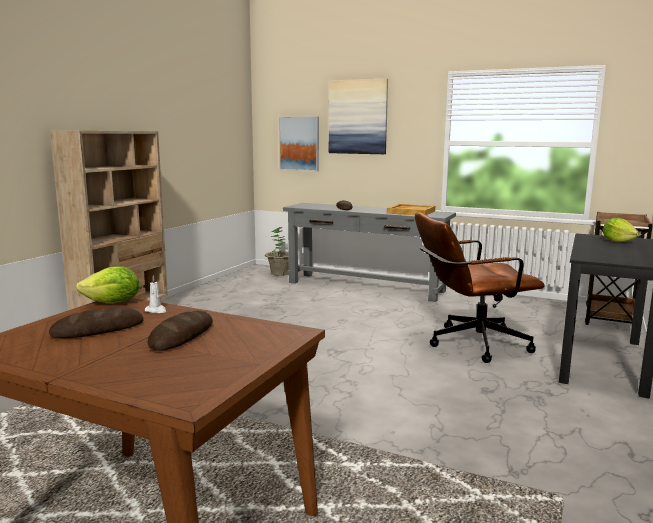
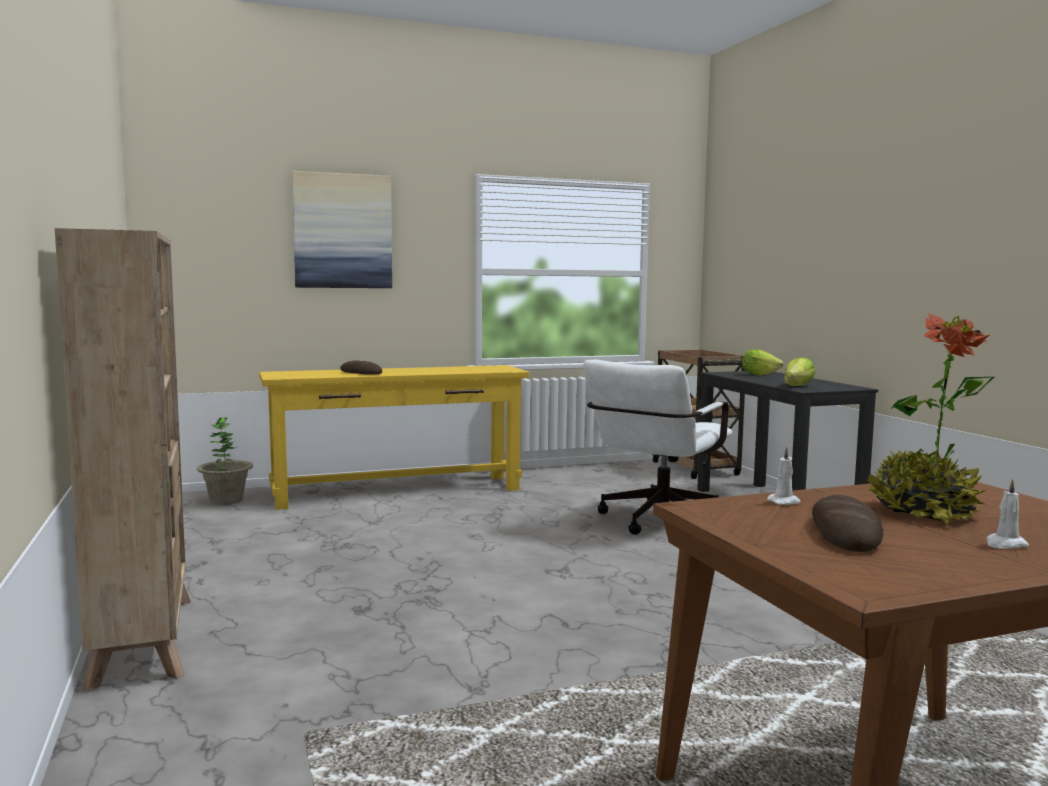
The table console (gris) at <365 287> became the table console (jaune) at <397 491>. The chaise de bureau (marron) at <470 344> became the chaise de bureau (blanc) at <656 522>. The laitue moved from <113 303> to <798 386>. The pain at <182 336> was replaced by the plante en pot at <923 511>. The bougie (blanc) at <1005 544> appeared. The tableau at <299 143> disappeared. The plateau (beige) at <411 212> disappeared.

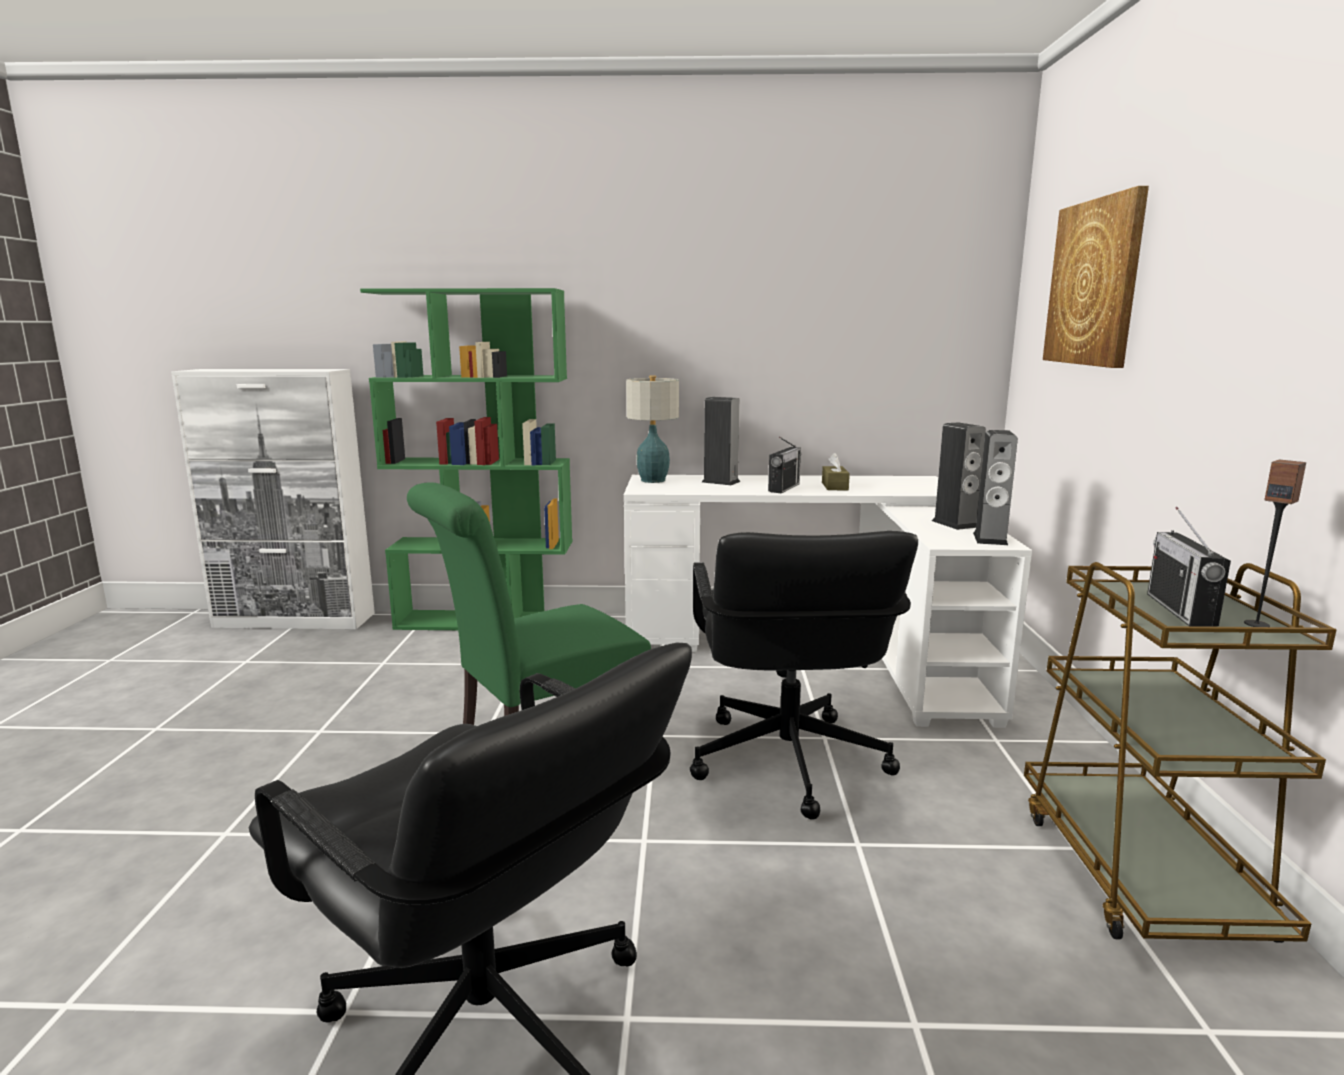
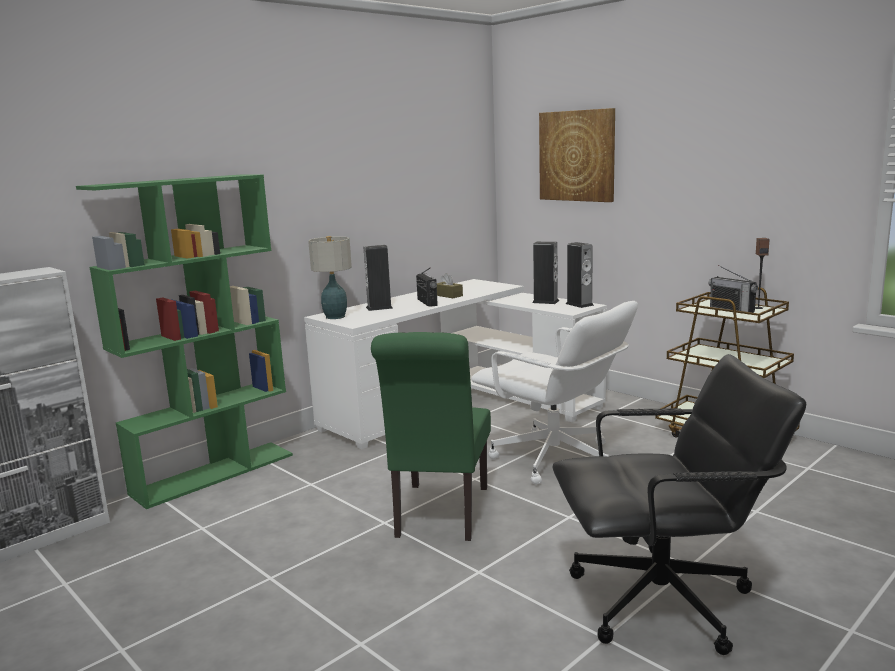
The chaise de bureau (noir) at <786 762> became the chaise de bureau (blanc) at <555 460>.

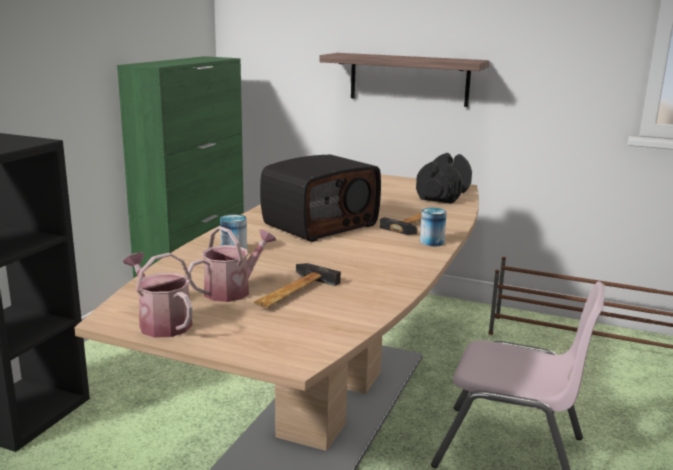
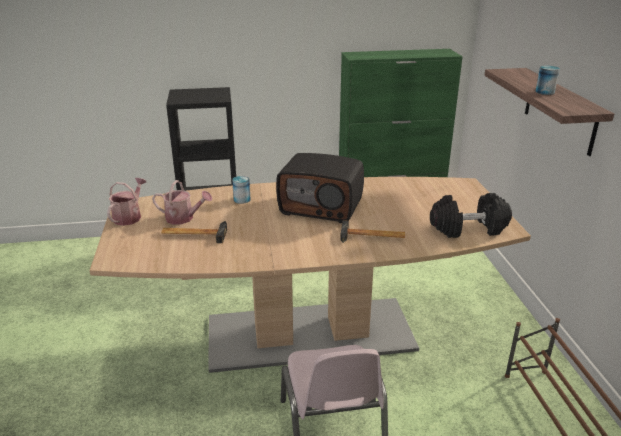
The boîte métallique moved from <432 242> to <544 92>.

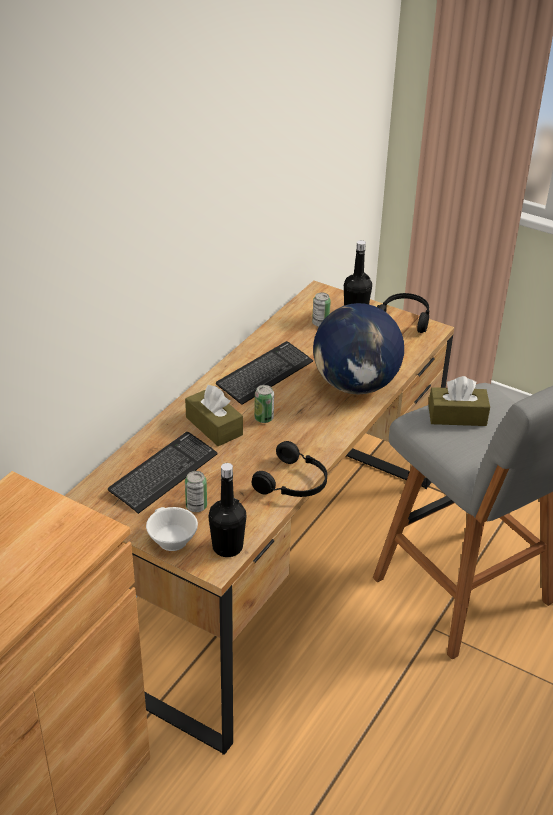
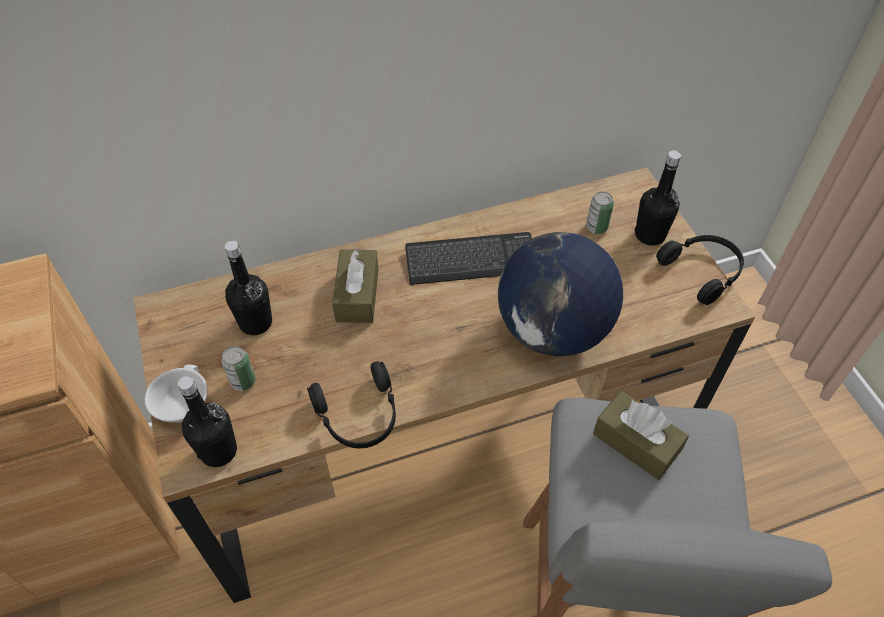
The clavier at <163 474> was replaced by the bouteille (noir) at <256 323>. The boîte métallique at <264 418> disappeared.

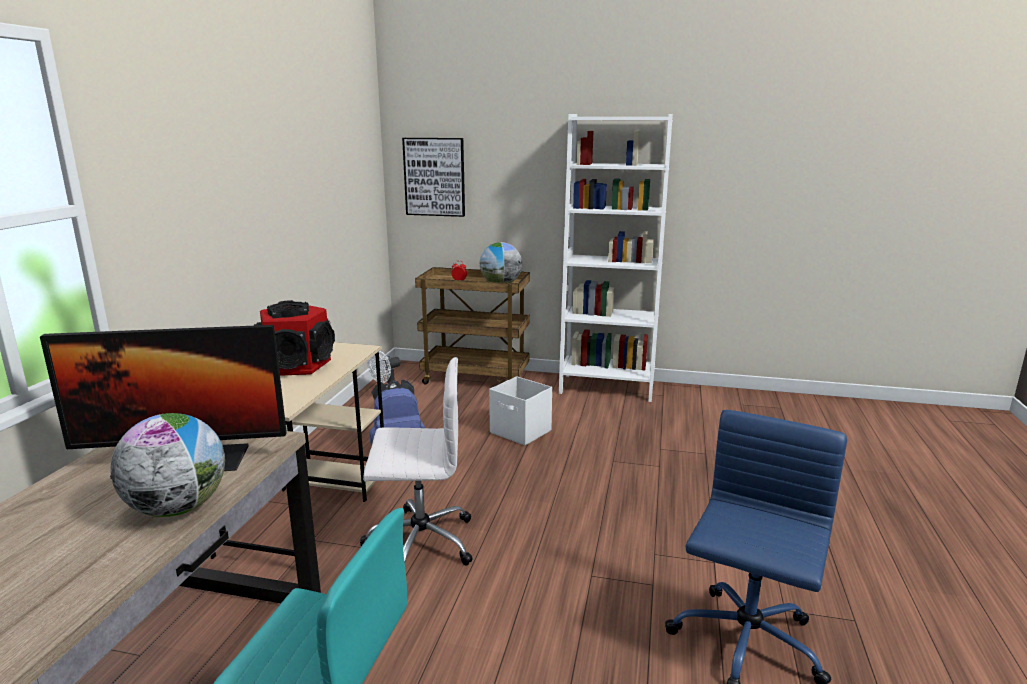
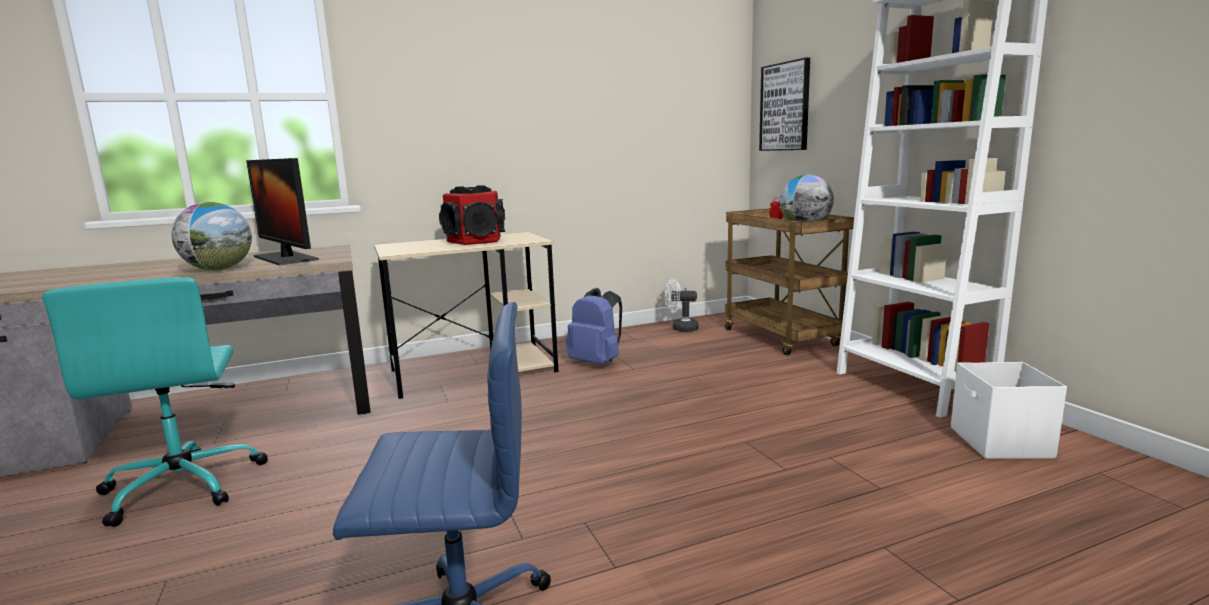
The boîte de rangement (blanc) moved from <521 432> to <1000 443>. The chaise de bureau (blanc) at <419 543> disappeared.

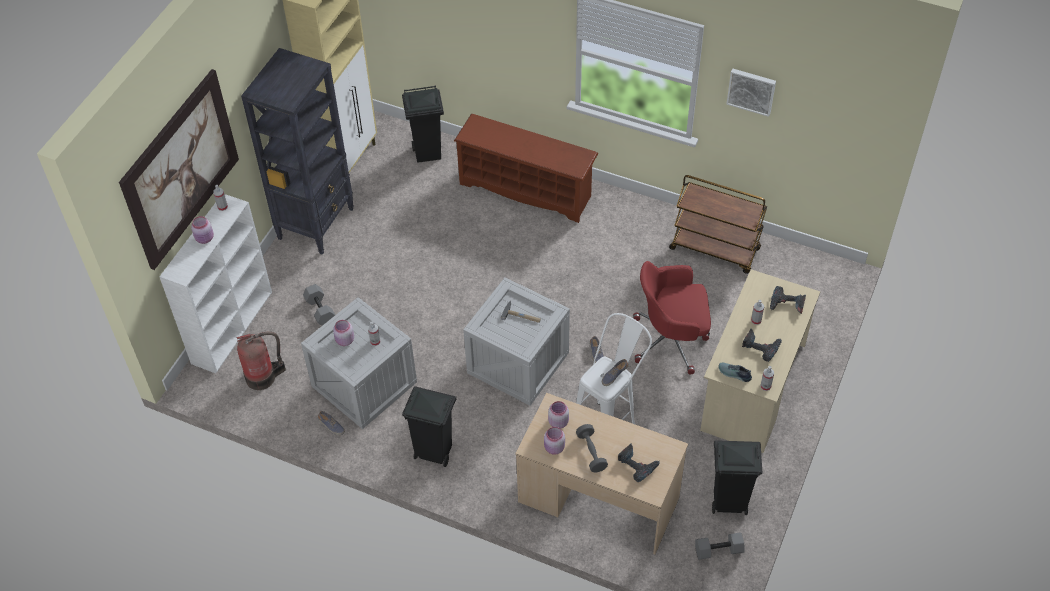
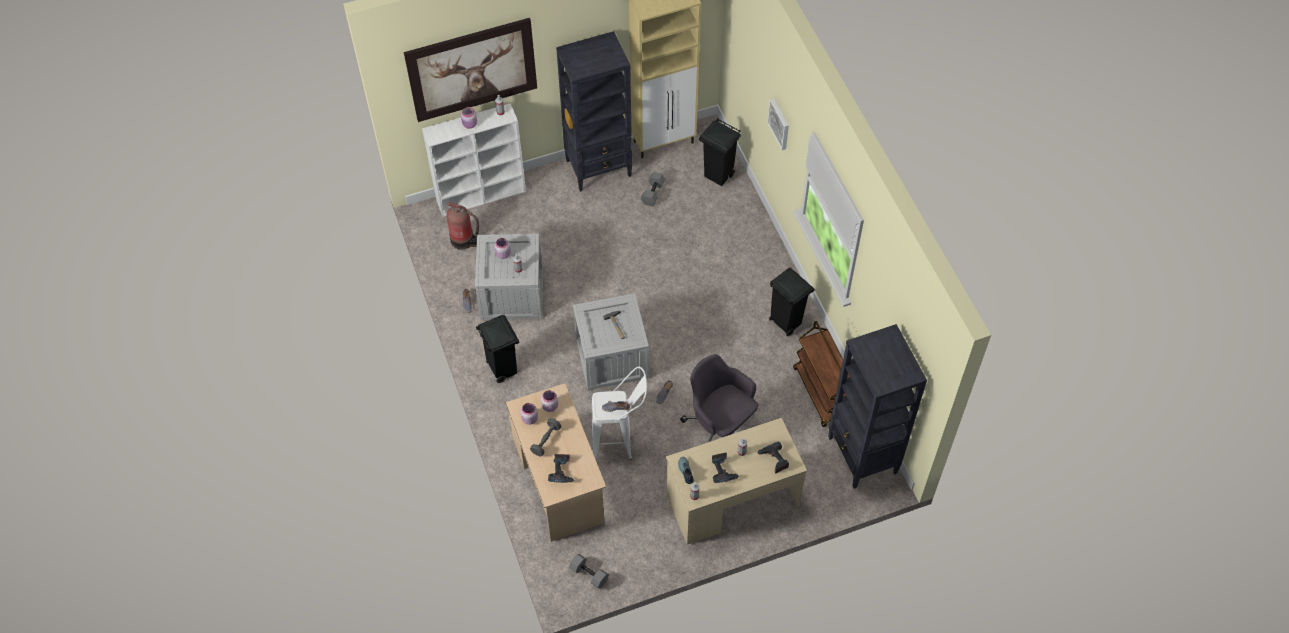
The haltère (gris) moved from <319 310> to <652 193>. The chaise de bureau (rouge) at <671 340> became the chaise de bureau (gris) at <720 426>. The tableau moved from <751 91> to <780 123>. The poubelle (noir) moved from <728 503> to <785 322>. The bibliothèque (noir) at <862 456> appeared. The étagère à chaussures (marron) at <527 189> disappeared.

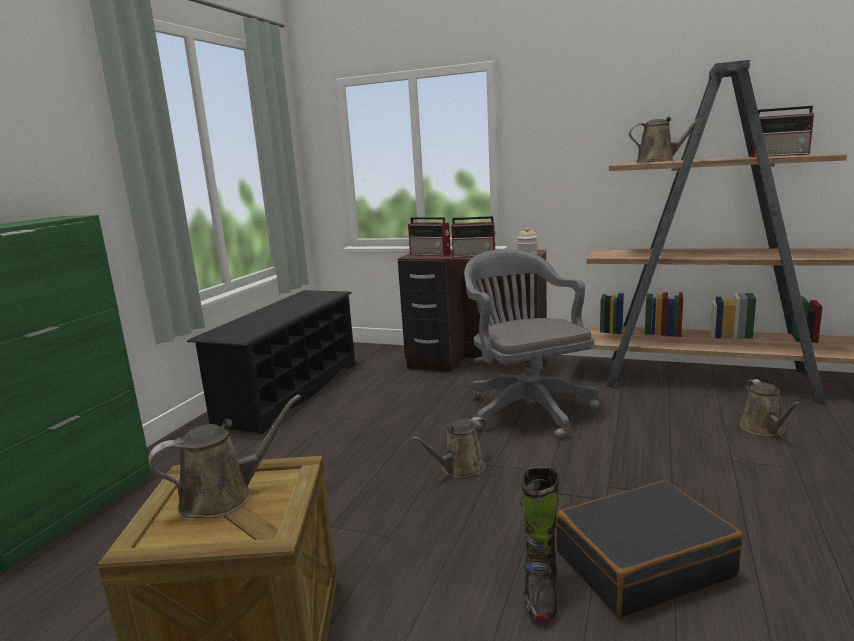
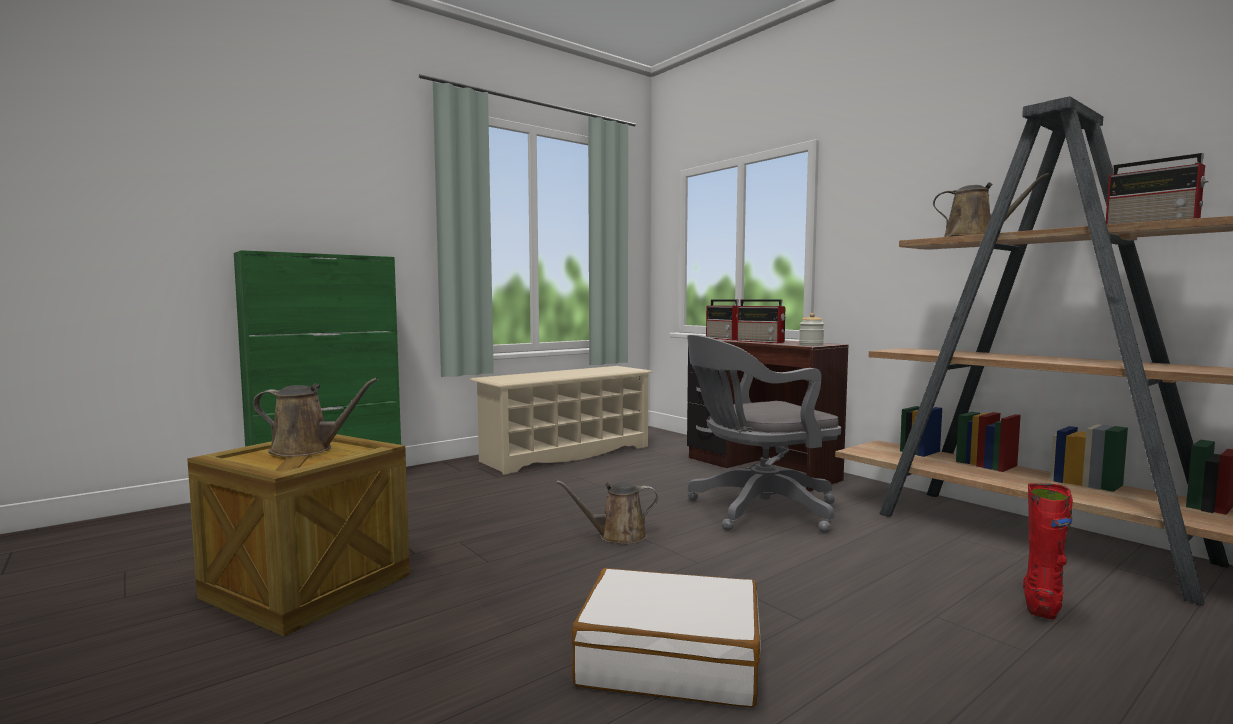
The étagère à chaussures (noir) at <290 392> became the étagère à chaussures (beige) at <566 454>. The valise (noir) at <642 563> became the valise (blanc) at <670 658>. The chaise de bureau (gris) at <526 408> turned 120 degrees counterclockwise. The arrosoir (marron) at <764 429> was replaced by the botte (rouge) at <1041 603>. The botte (noir) at <540 592> disappeared.

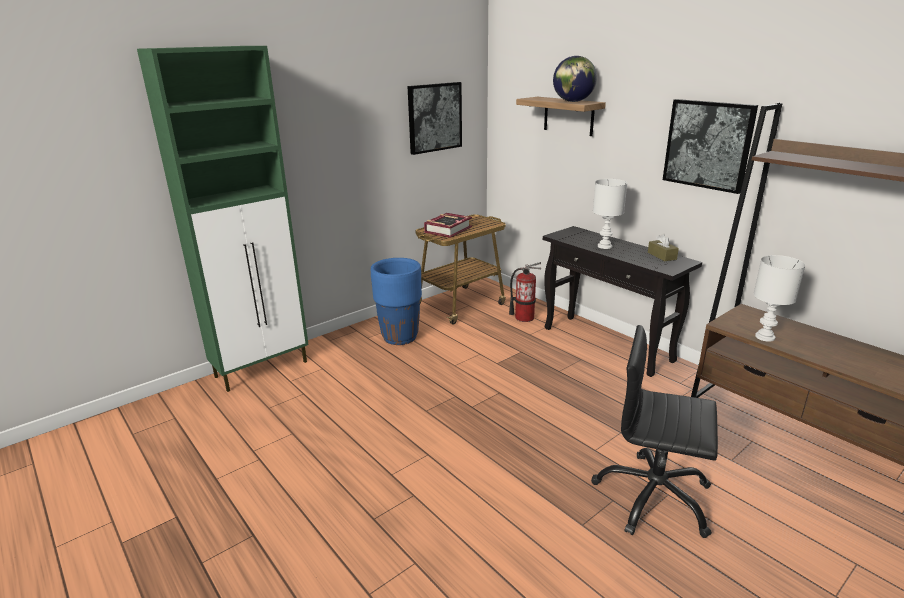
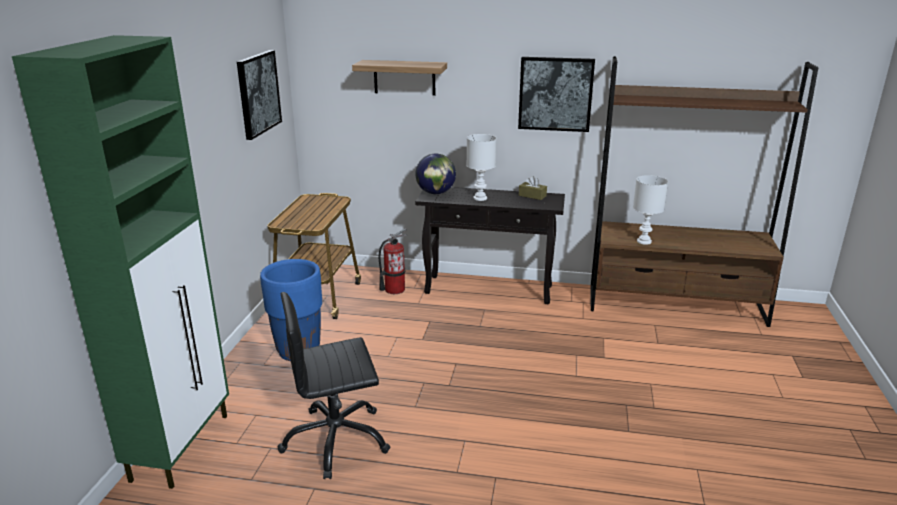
The chaise de bureau (noir) moved from <653 497> to <336 440>. The globe moved from <573 101> to <435 193>. The livre at <448 229> disappeared.

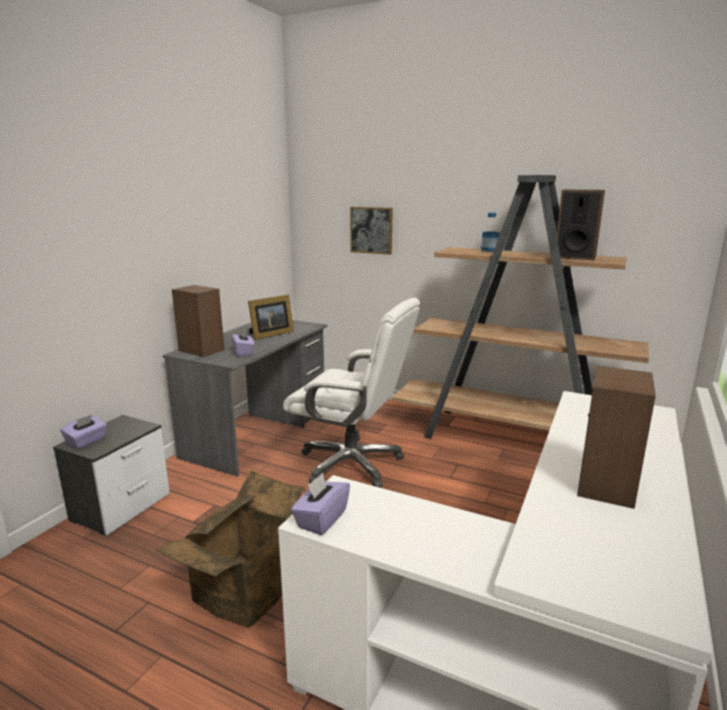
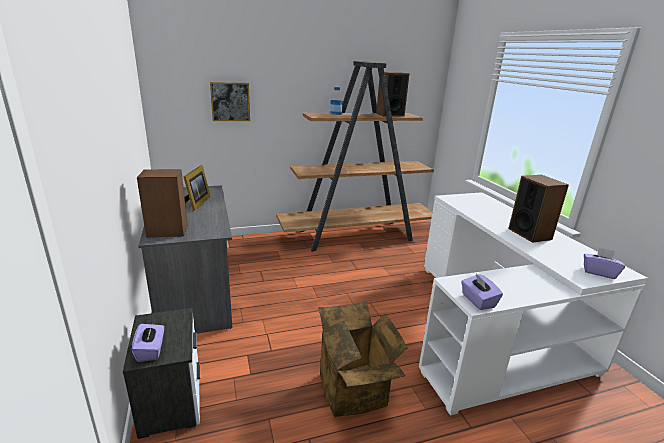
The boîte à mouchoirs (violet) moved from <243 352> to <598 272>. The chaise de bureau (blanc) at <352 463> disappeared.

